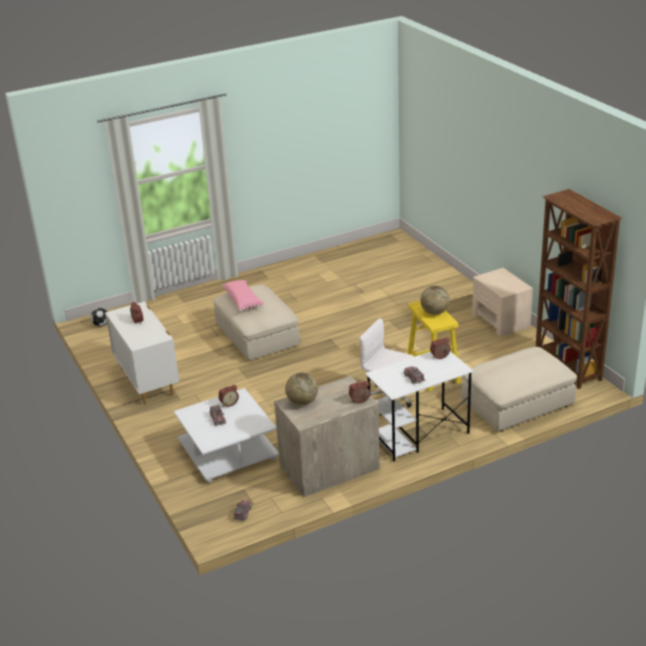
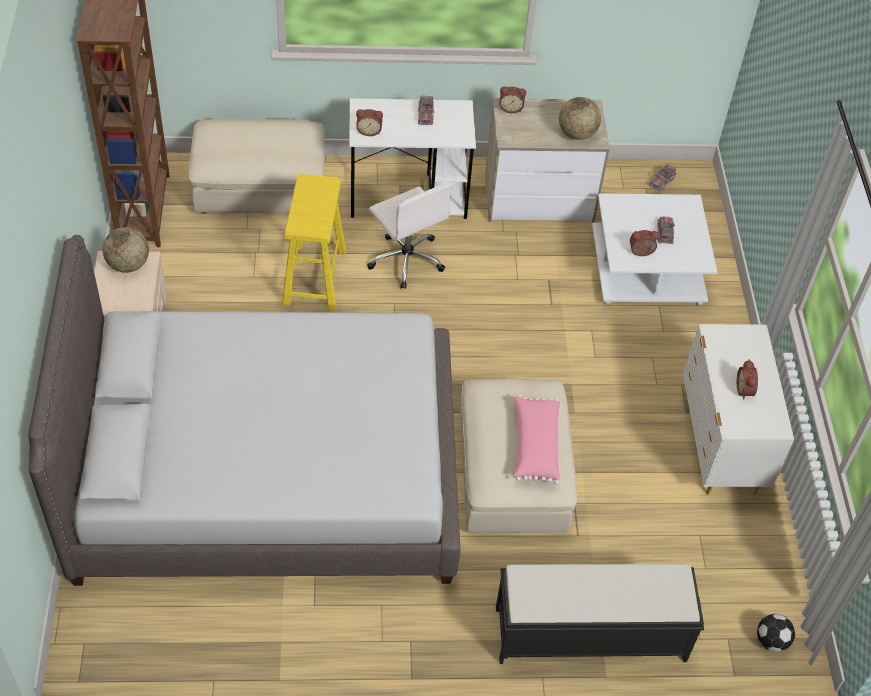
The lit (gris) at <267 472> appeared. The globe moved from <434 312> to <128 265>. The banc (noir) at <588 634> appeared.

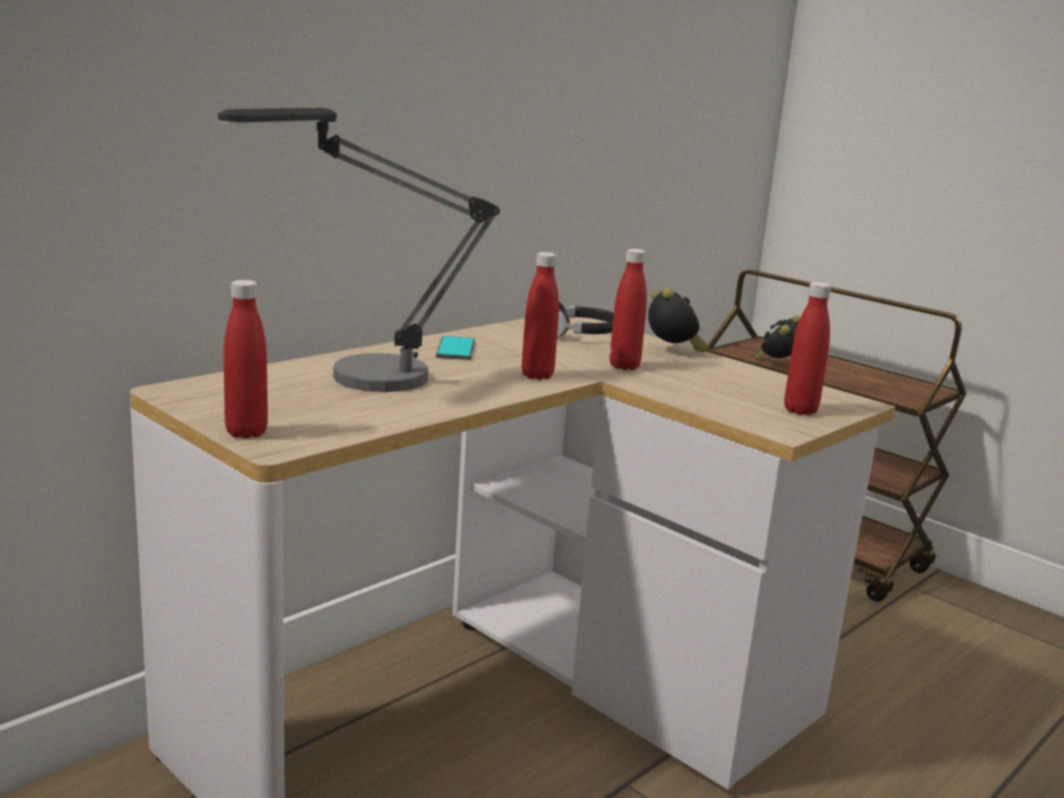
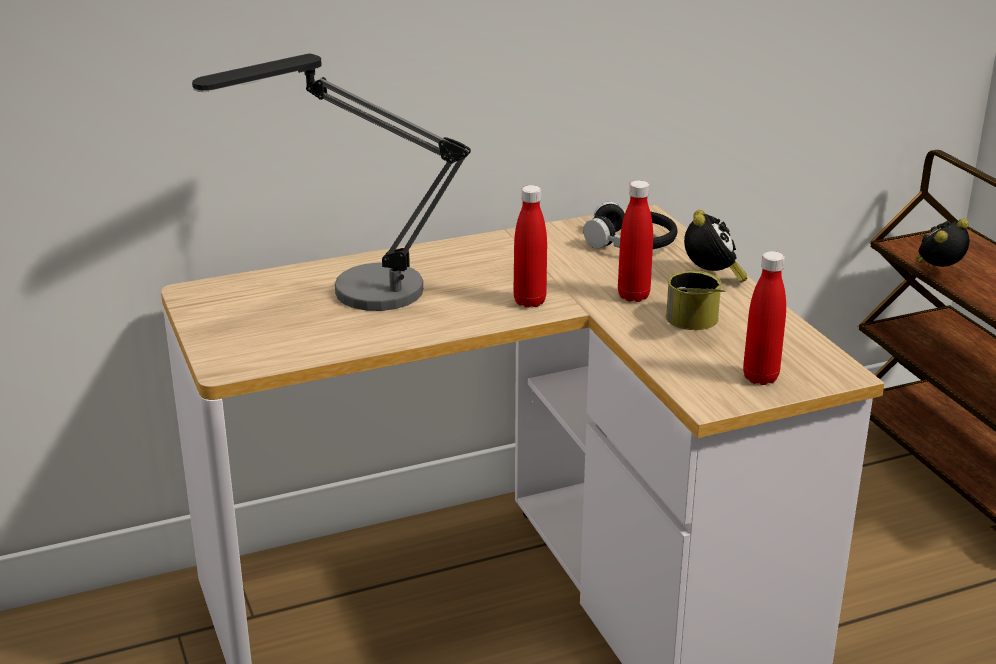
The boîte métallique at <693 326> appeared. The bouteille (rouge) at <246 432> disappeared. The téléphone at <456 349> disappeared.

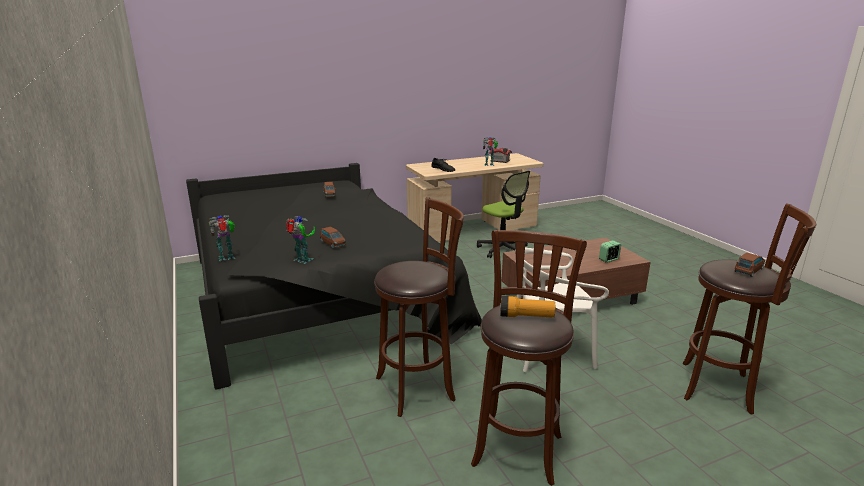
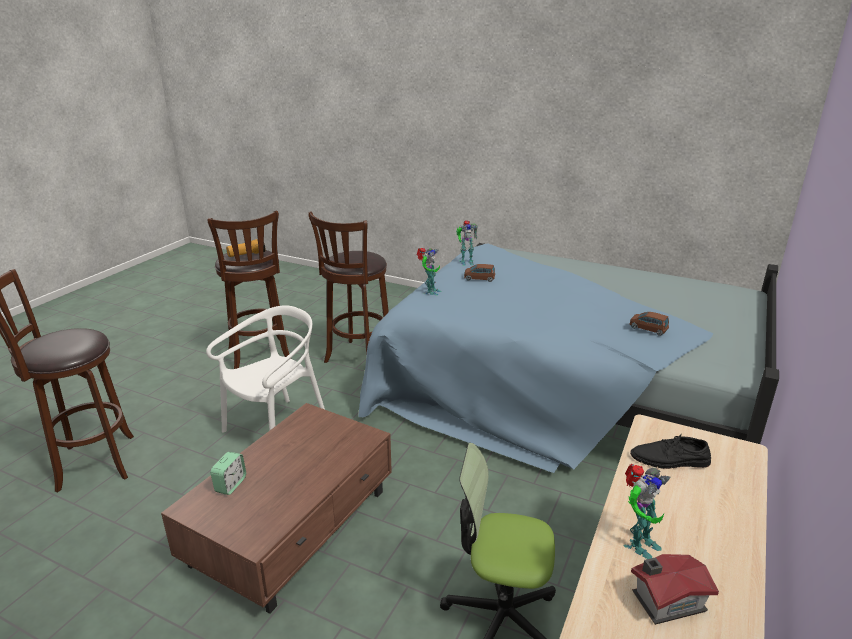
The lit (noir) at <319 294> became the lit (bleu) at <565 389>. The robot jouet moved from <227 258> to <430 292>. The petite voiture (marron) at <748 270> disappeared.

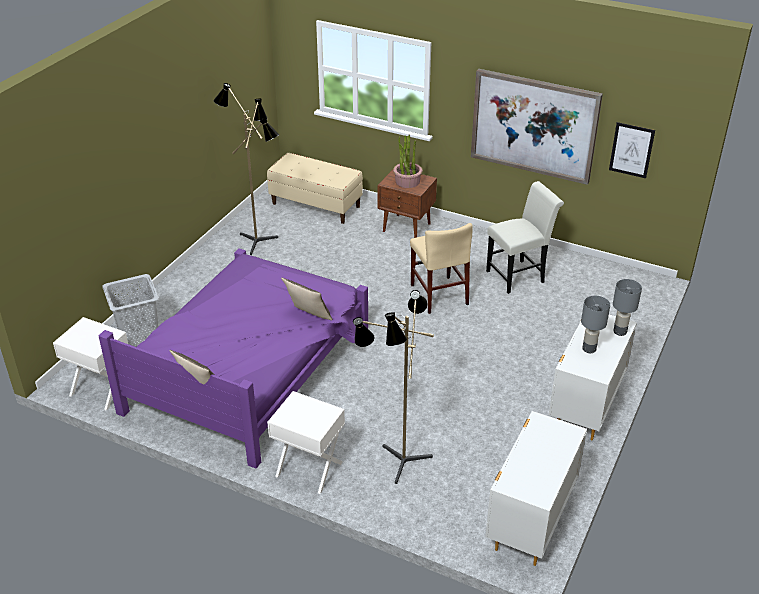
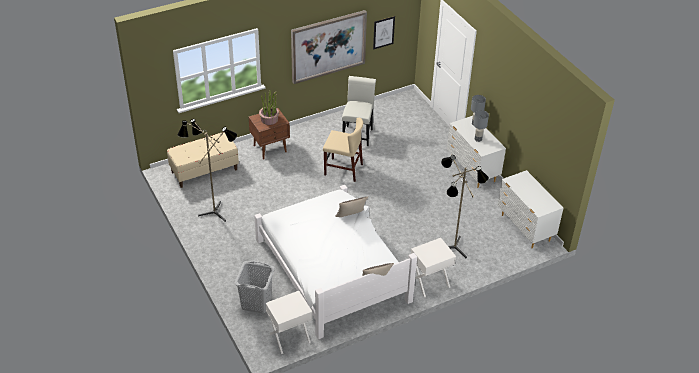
The lit (violet) at <251 368> became the lit (blanc) at <332 269>.

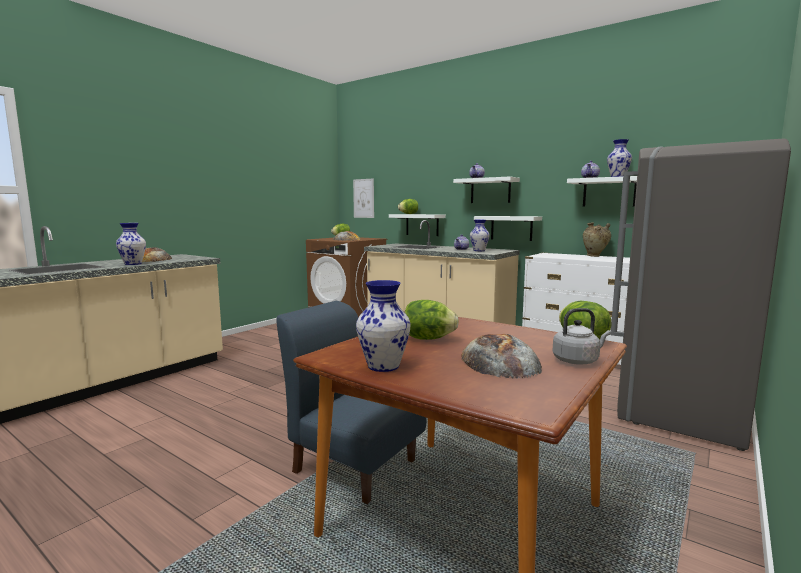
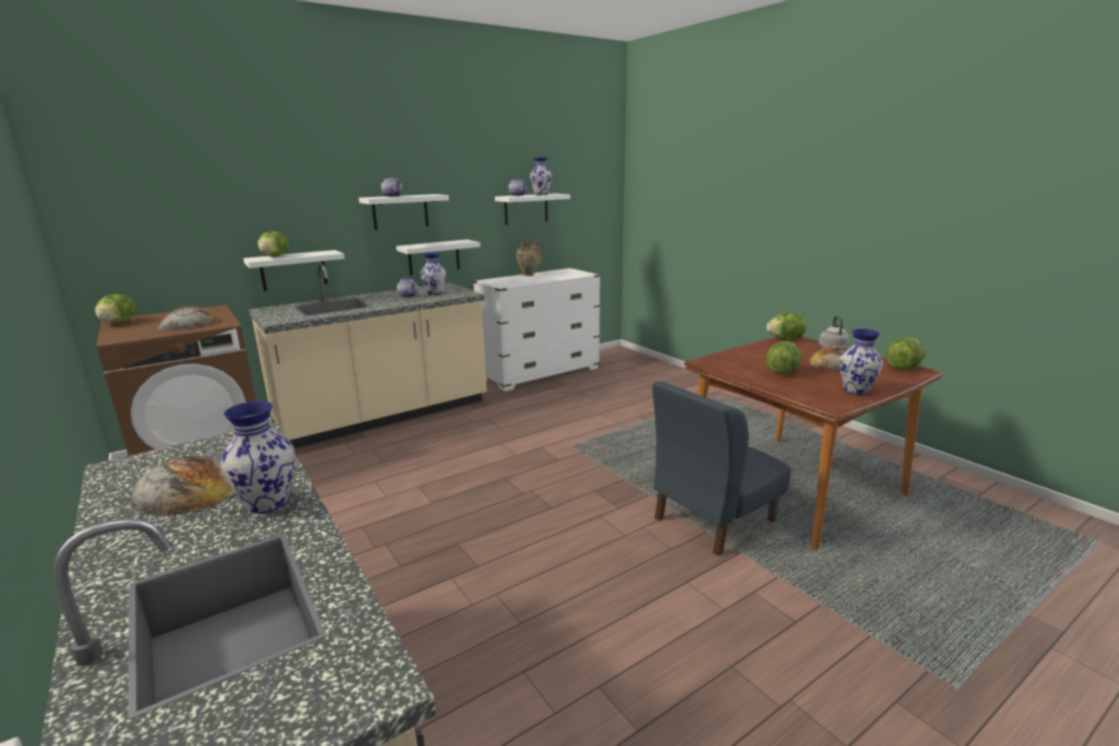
The laitue at <903 367> appeared. The tableau at <363 198> disappeared. The réfrigérateur (gris) at <680 410> disappeared.

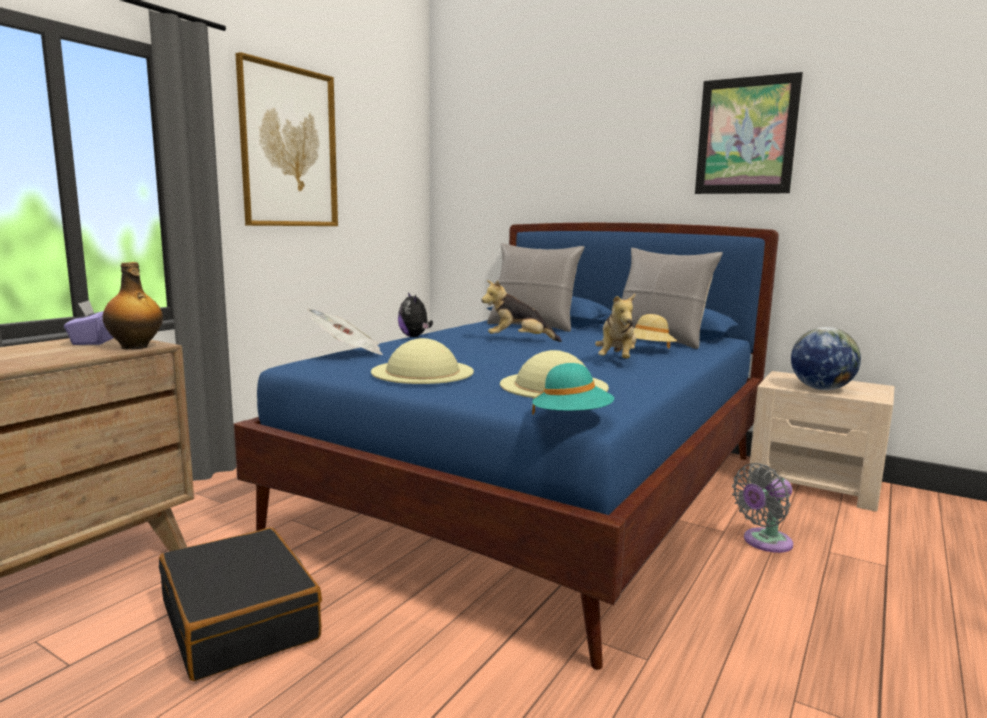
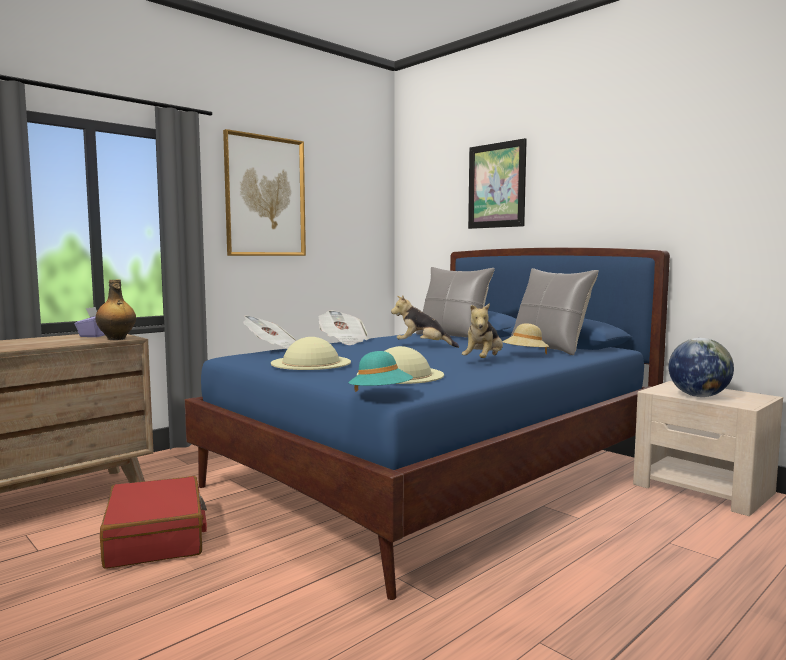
The valise (noir) at <240 620> became the valise (rouge) at <156 537>. The peluche at <415 336> was replaced by the journal at <343 341>. The tableau moved from <746 136> to <496 185>. The ventilateur (gris) at <764 542> disappeared.

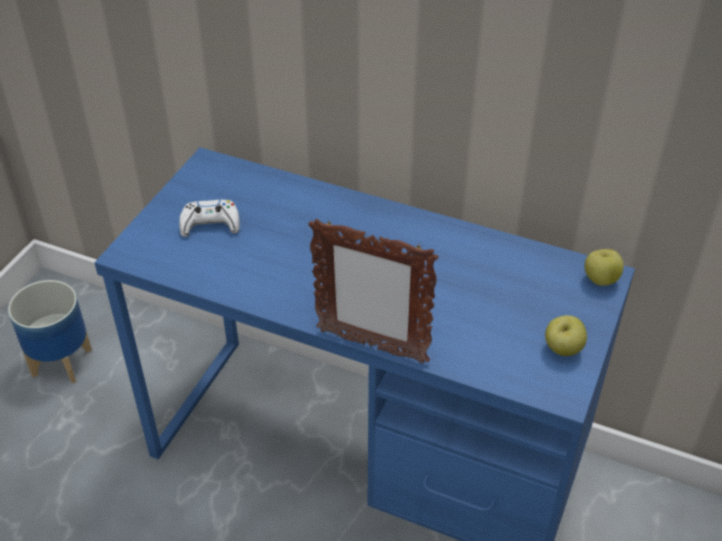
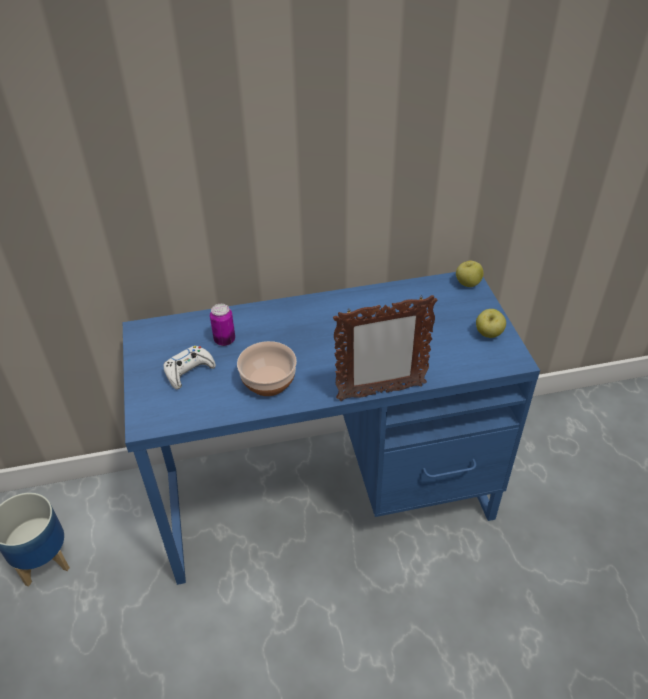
The boîte métallique at <224 340> appeared. The bol at <268 381> appeared.

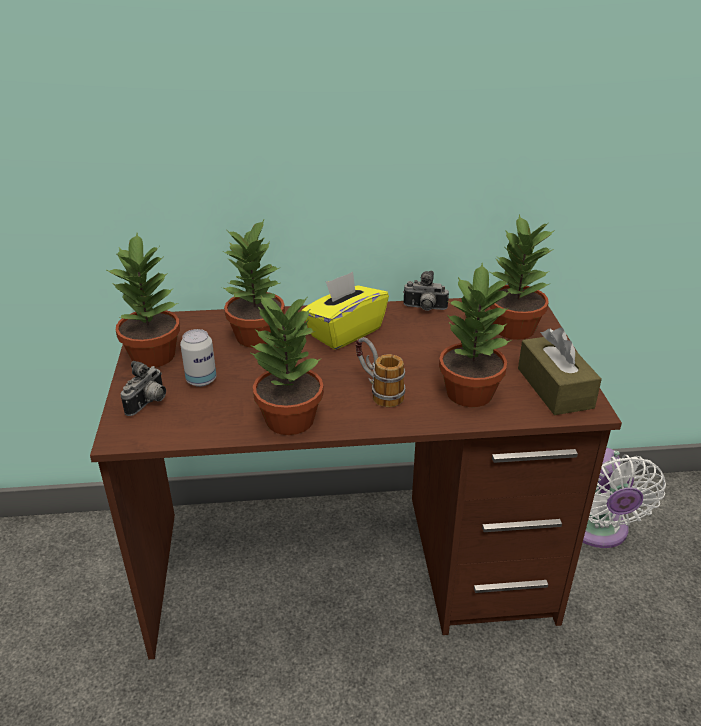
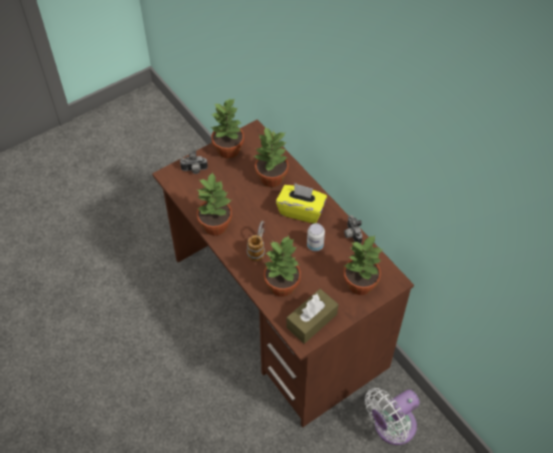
The boîte métallique moved from <201 380> to <315 245>.

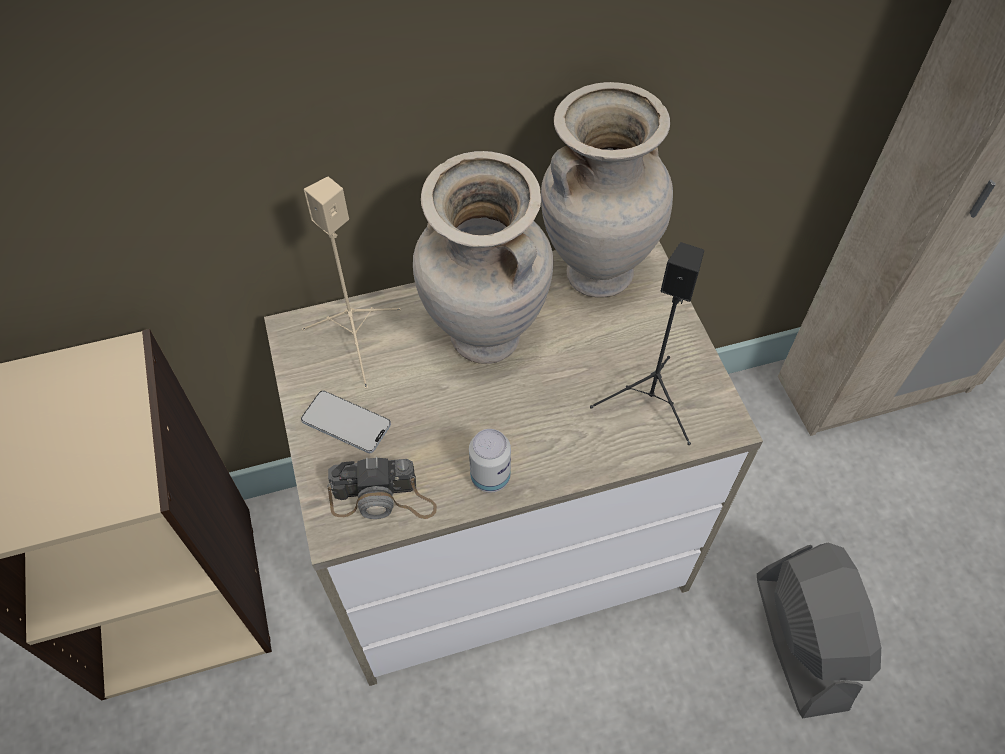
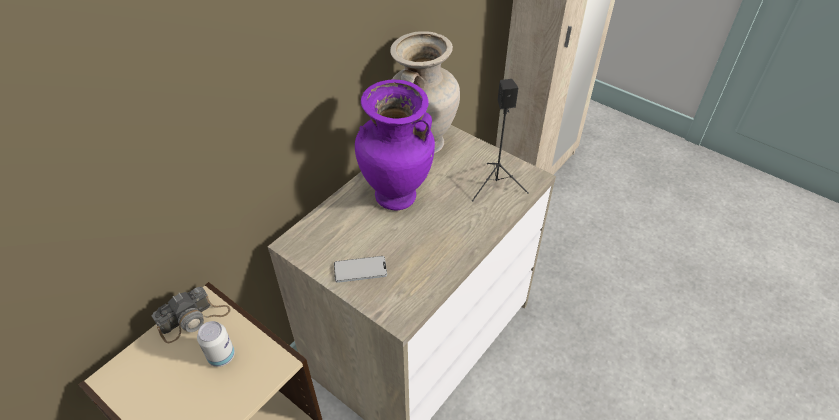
The appareil photo moved from <383 499> to <194 319>. The boîte métallique moved from <490 477> to <221 356>. The vase (beige) at <484 340> became the vase (violet) at <396 198>. The enceinte (beige) at <357 342> disappeared. The ventilateur (gris) at <800 639> disappeared.

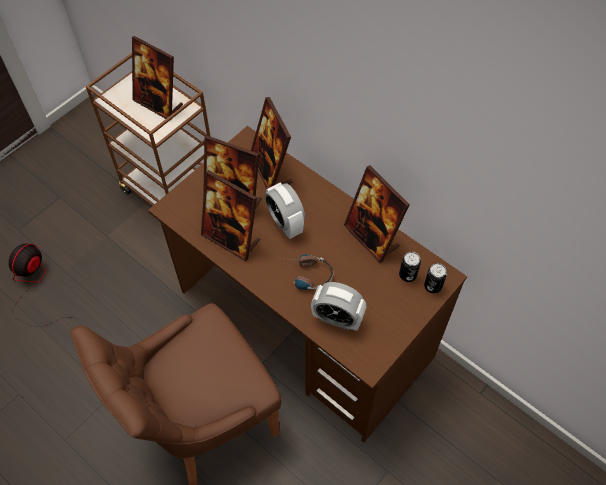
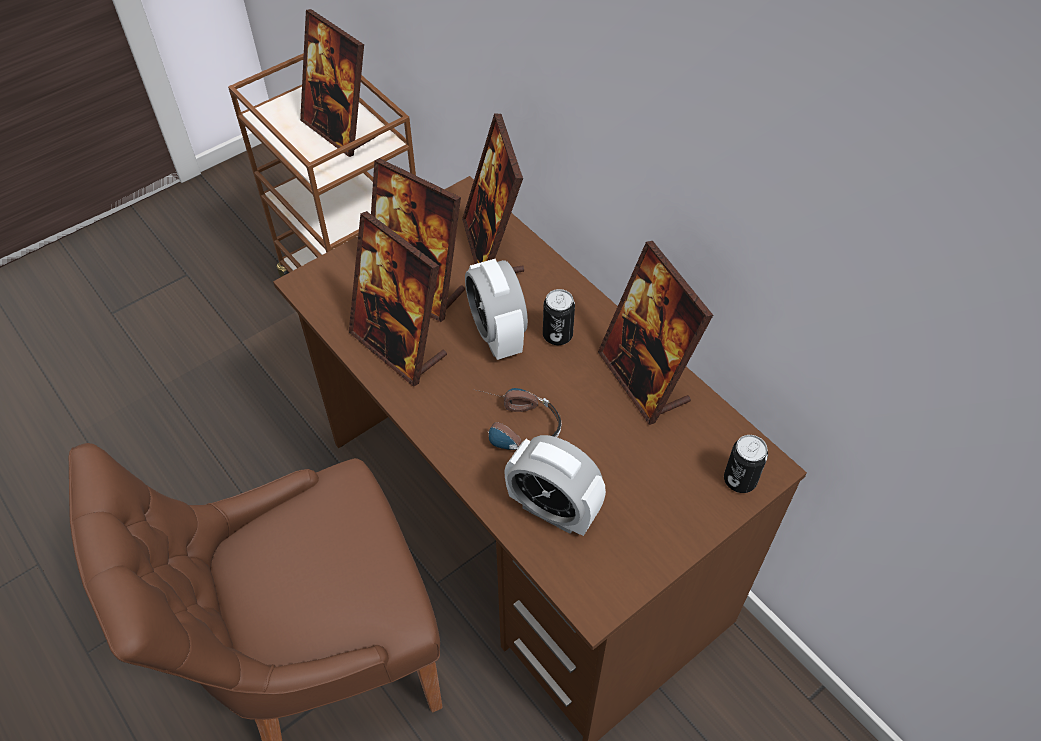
The boîte métallique moved from <407 275> to <557 335>. The ventilateur at <35 287> disappeared.

